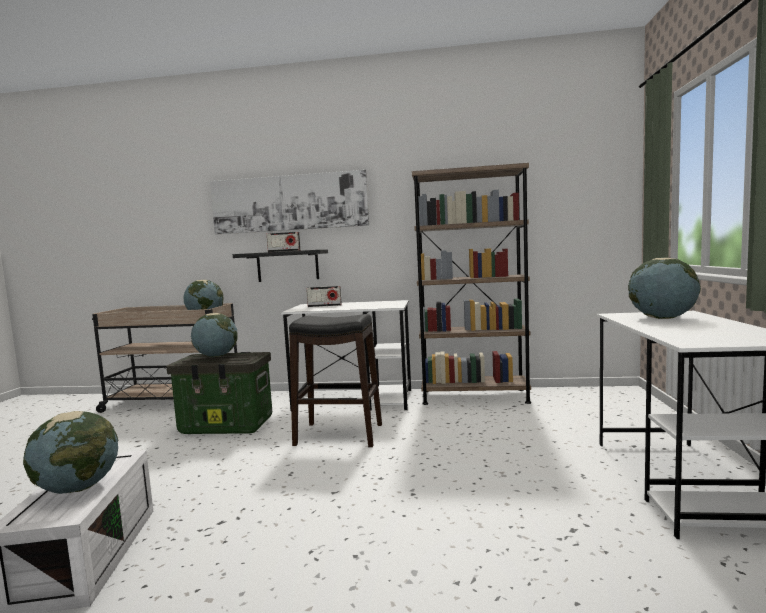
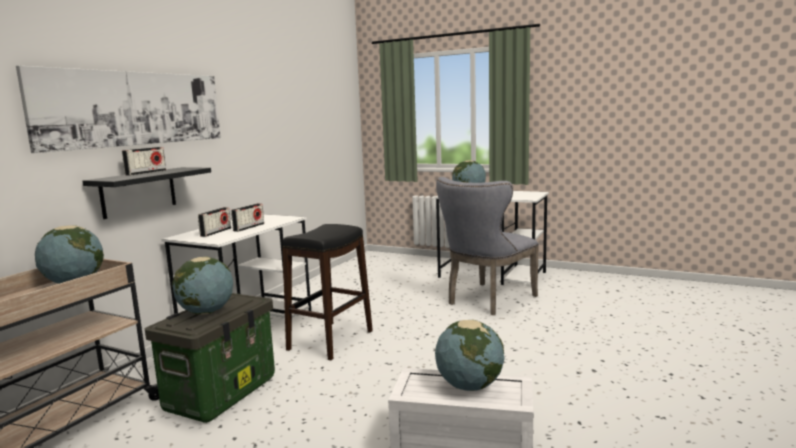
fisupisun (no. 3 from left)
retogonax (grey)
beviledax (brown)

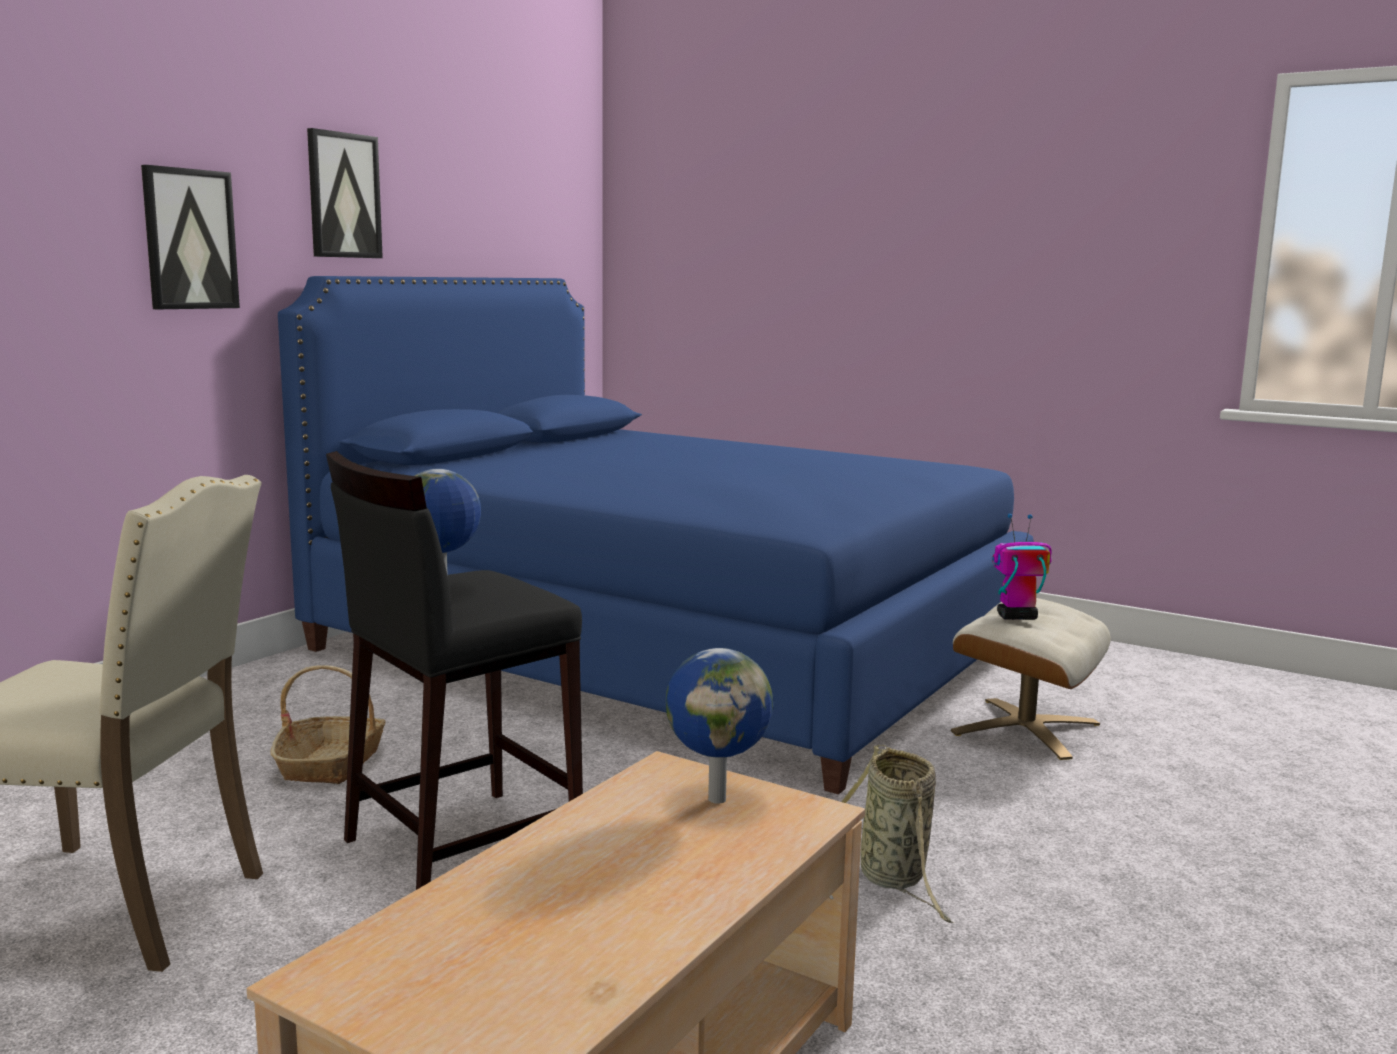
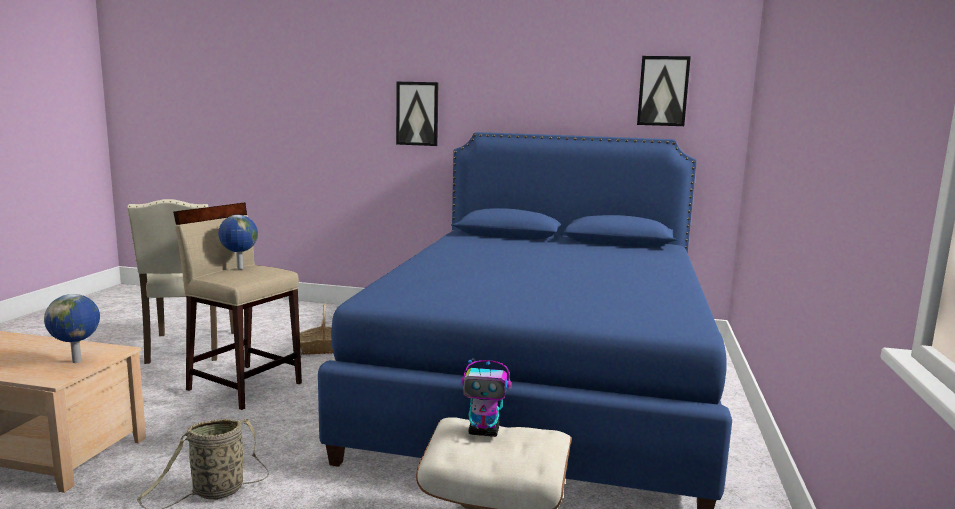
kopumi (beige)
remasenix
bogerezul (no. 2 from left)

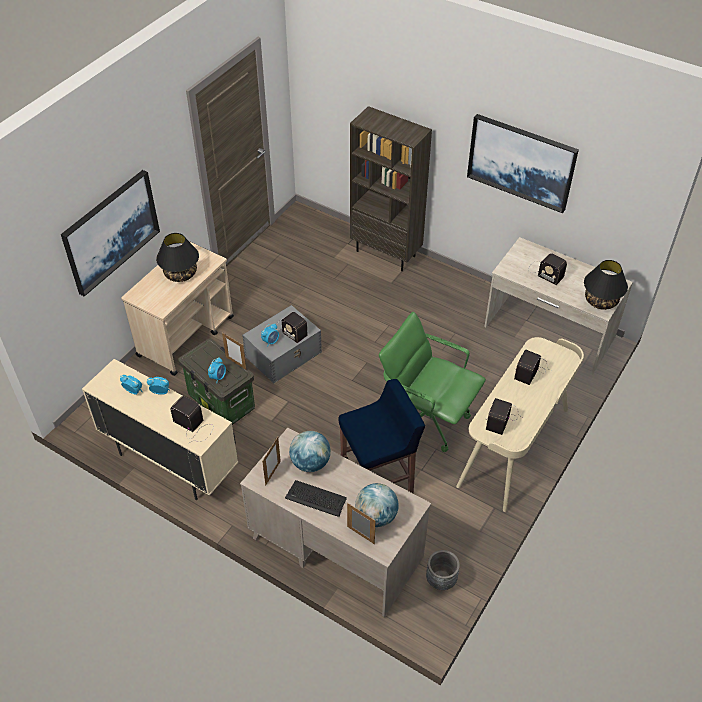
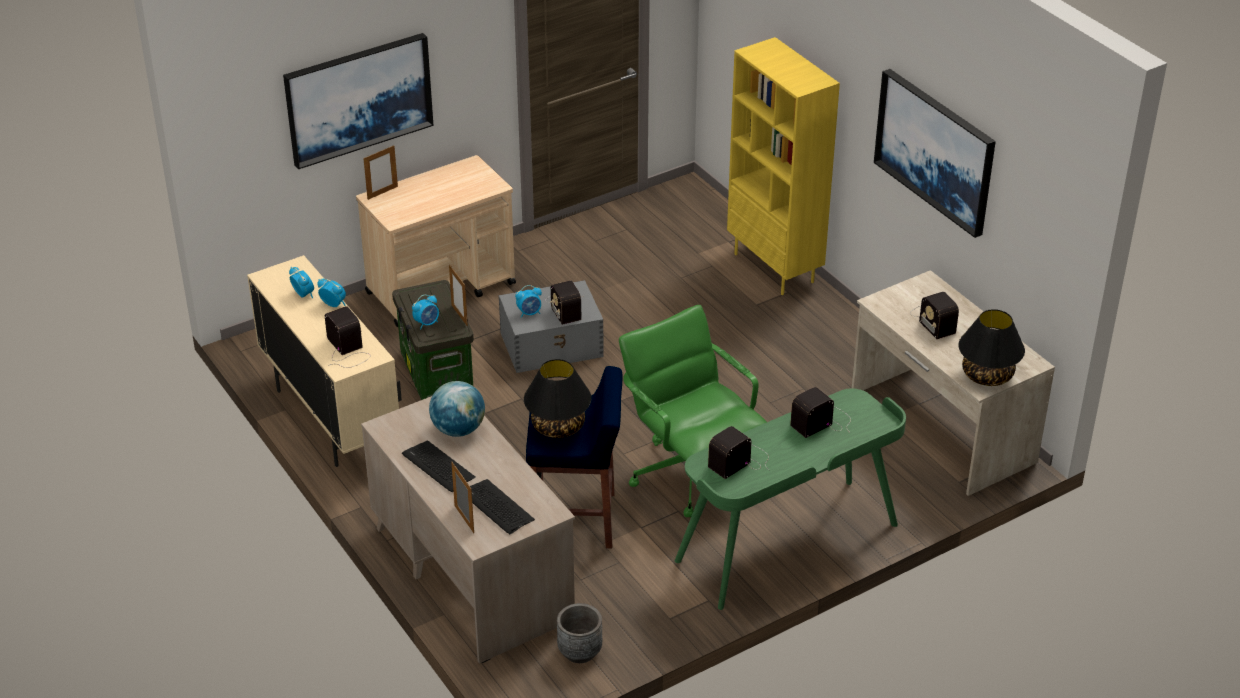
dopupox (no. 1 from left)
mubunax (no. 2 from left)
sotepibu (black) (no. 1 from left)
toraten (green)
beviledax (yellow)

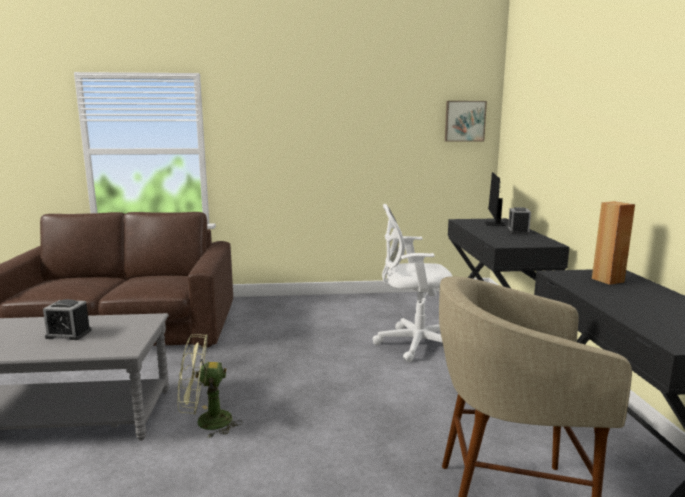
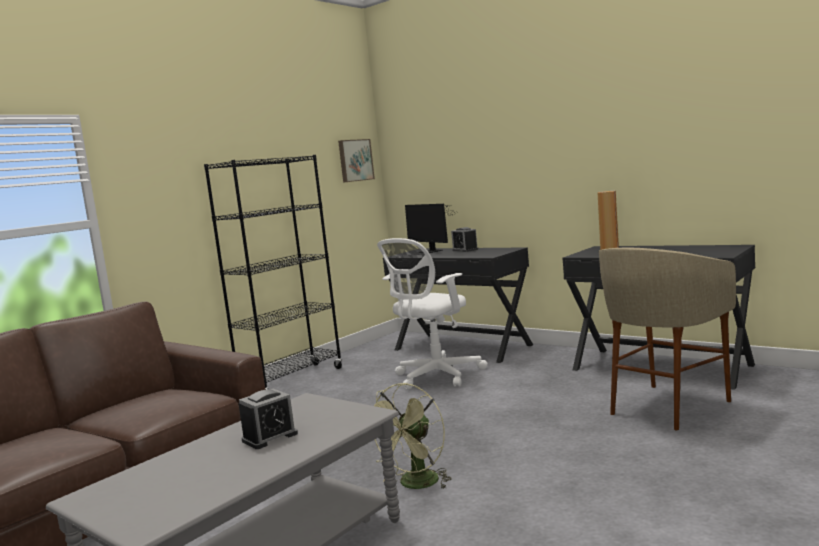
beviledax (black)

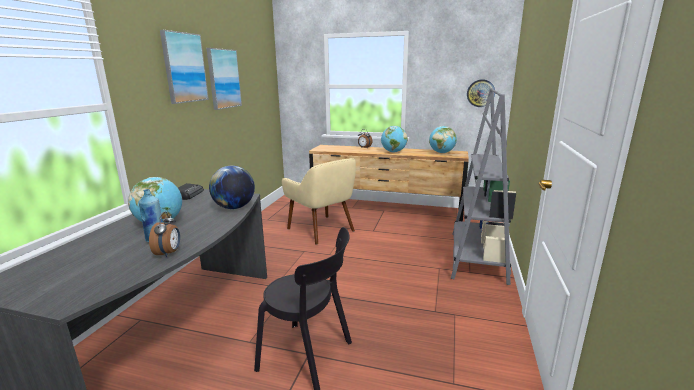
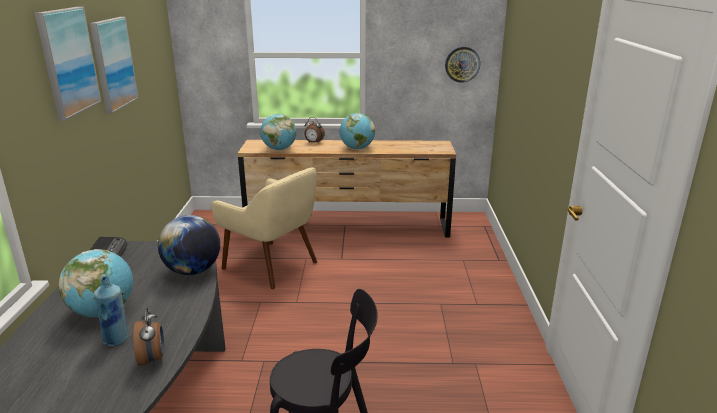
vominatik (no. 3 from left)
beviledax (grey)

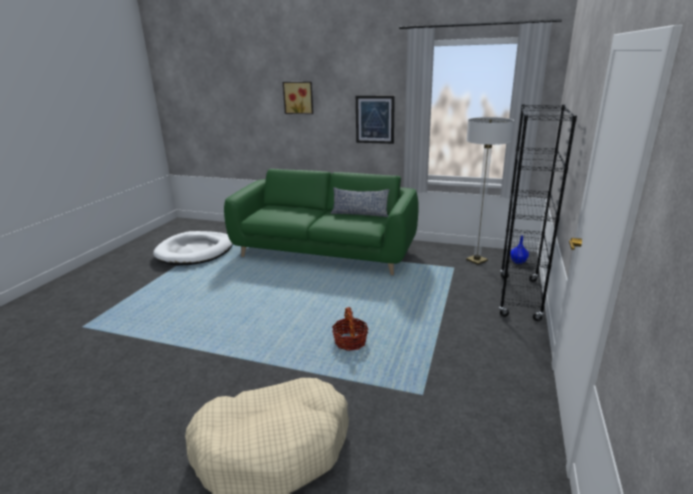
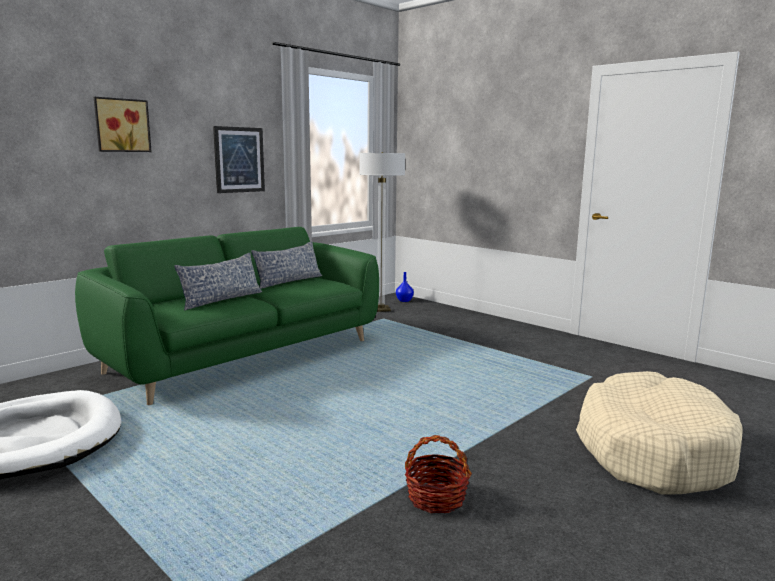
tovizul (no. 1 from left)
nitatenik
beviledax (black)

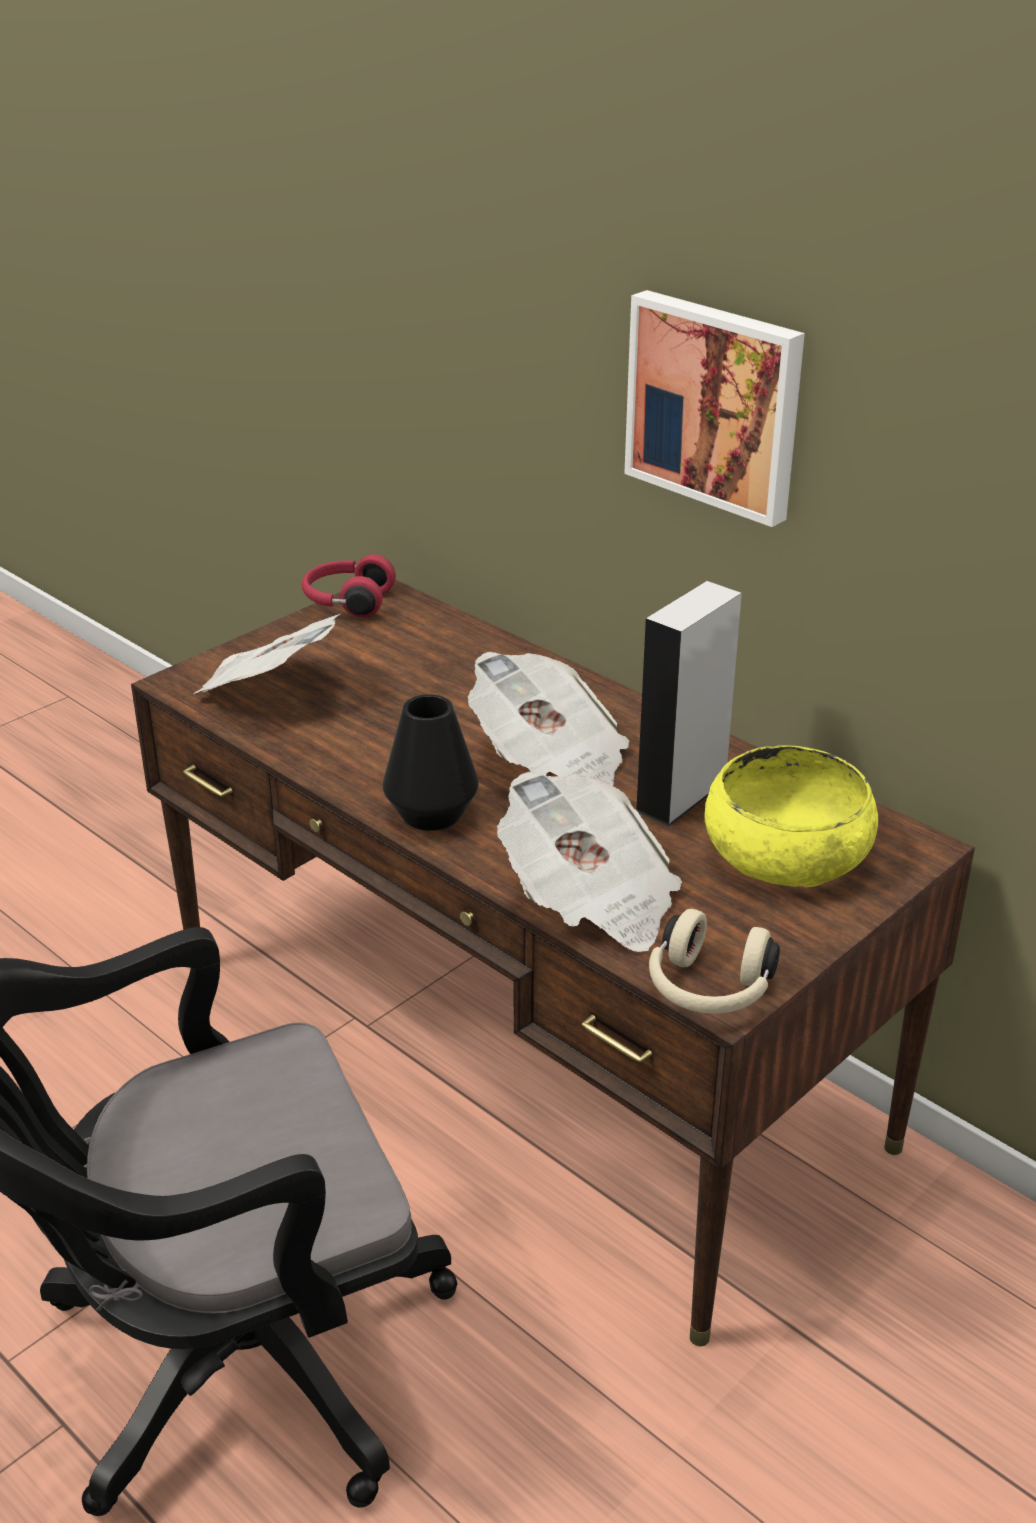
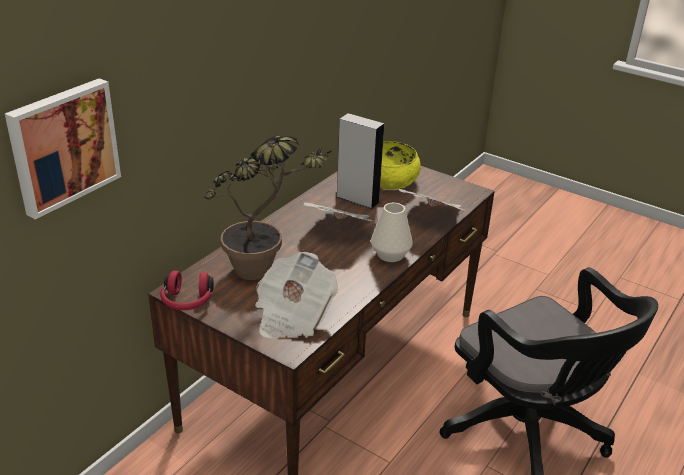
bogerezul
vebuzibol
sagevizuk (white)
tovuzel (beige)

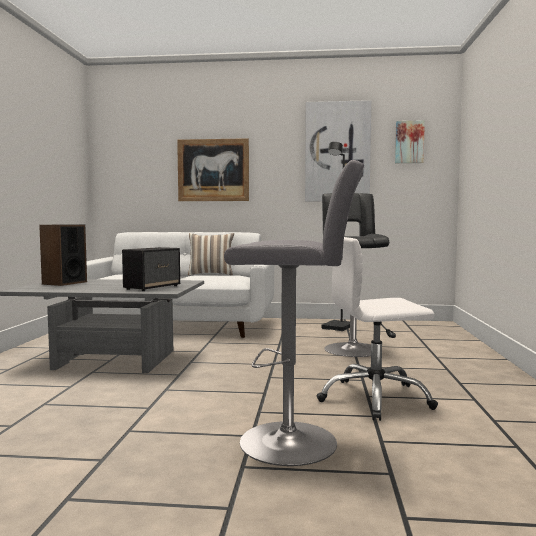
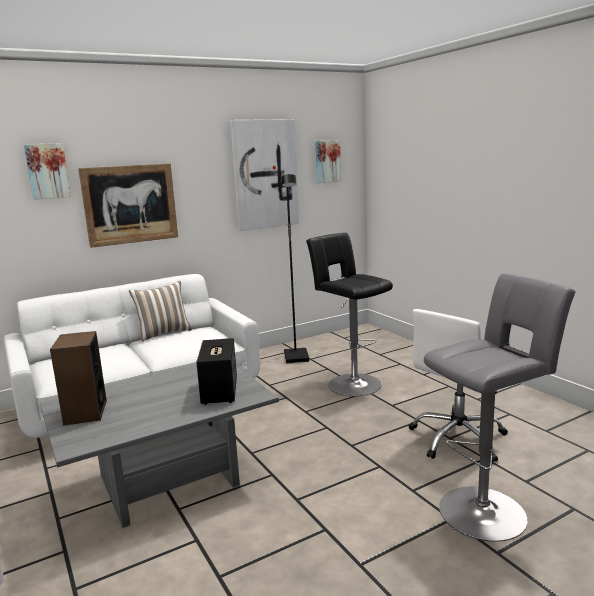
bogerezul (no. 1 from left)

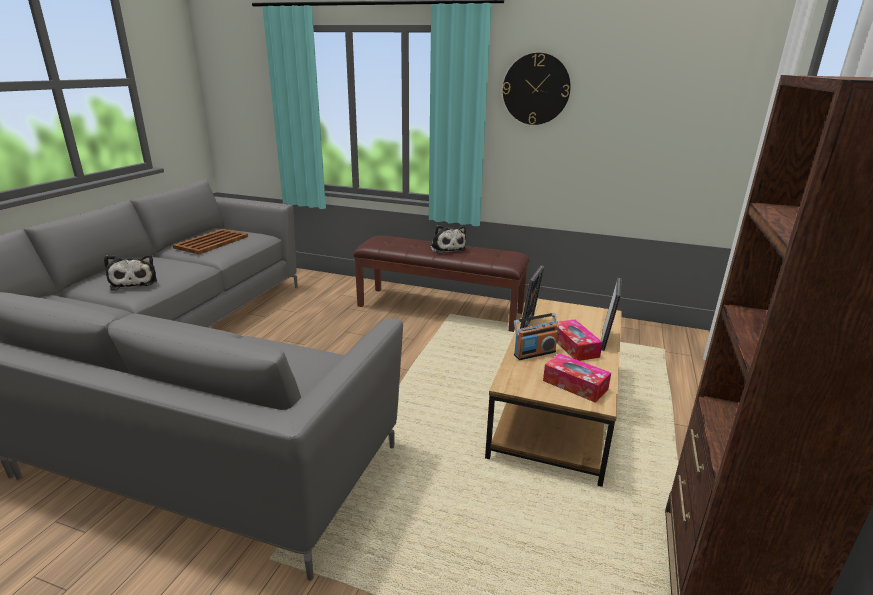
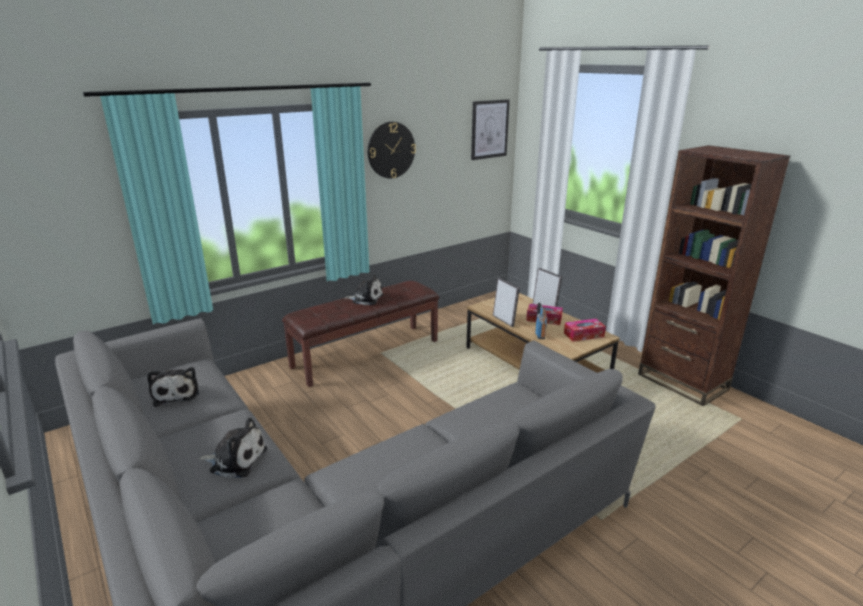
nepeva (no. 1 from left)
bogerezul

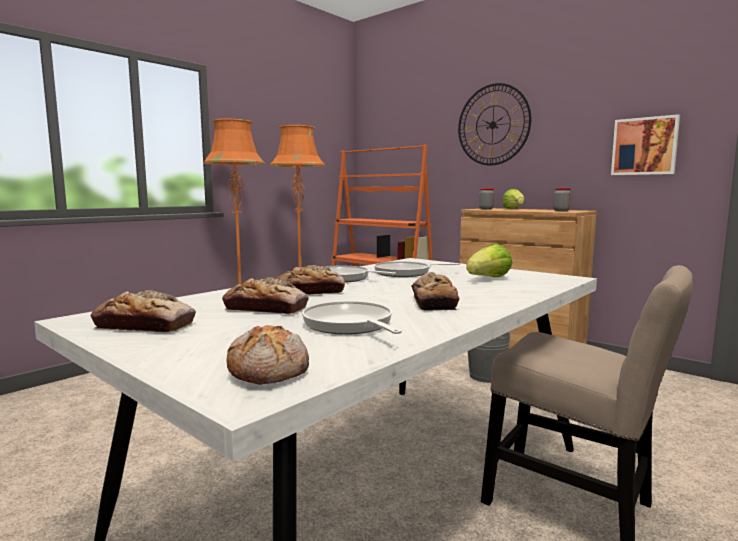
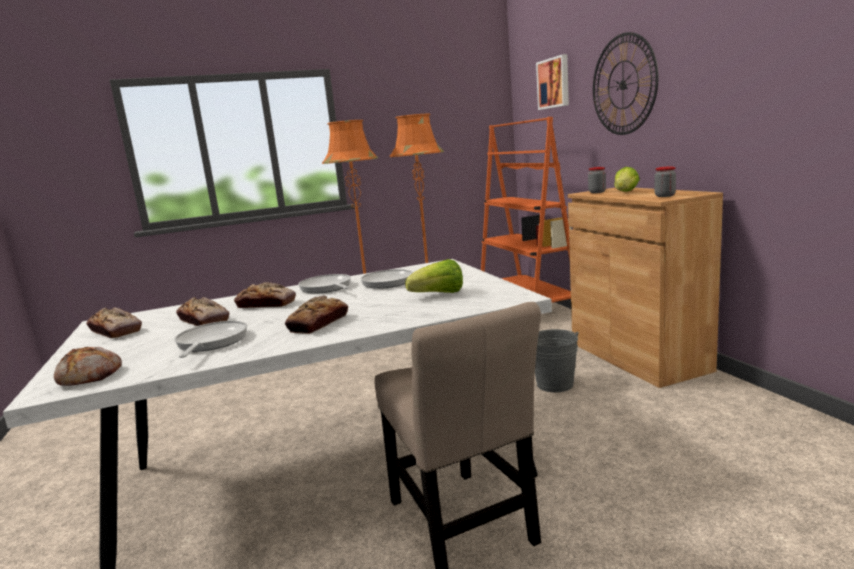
bogerezul

